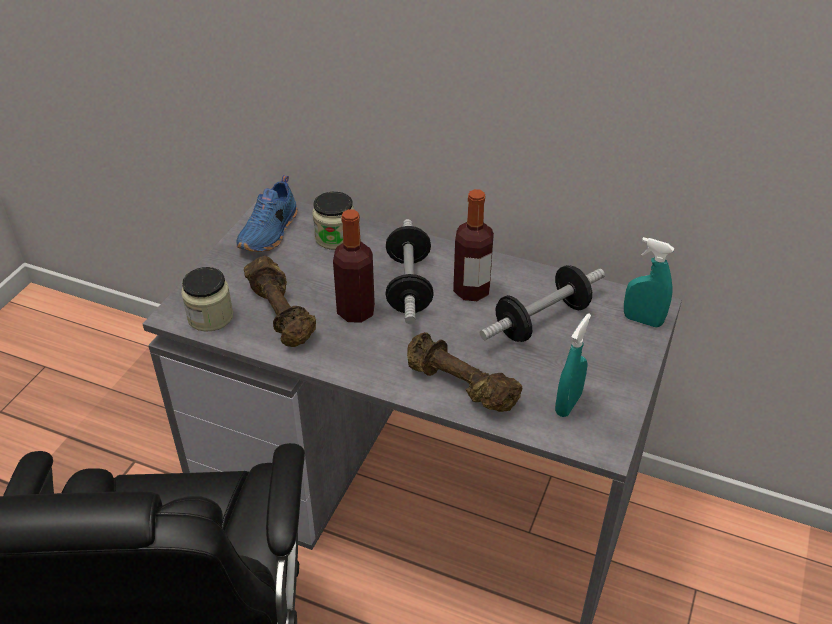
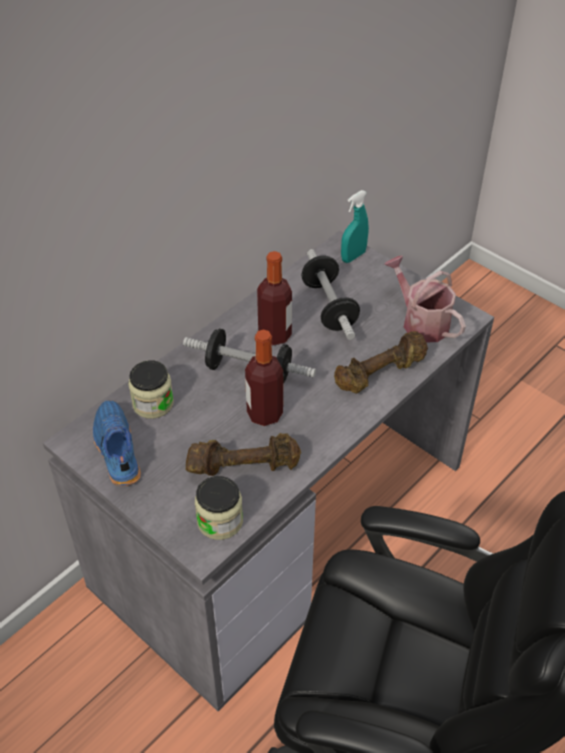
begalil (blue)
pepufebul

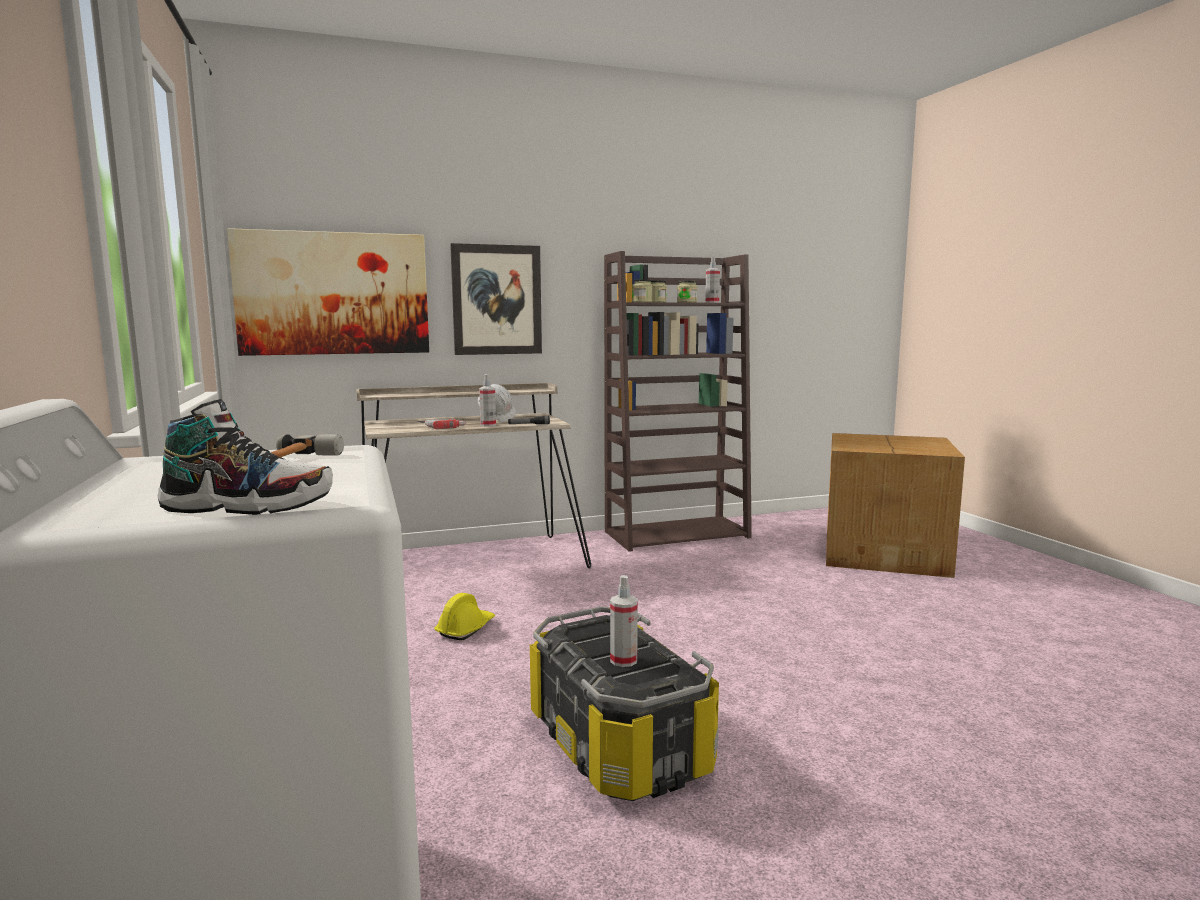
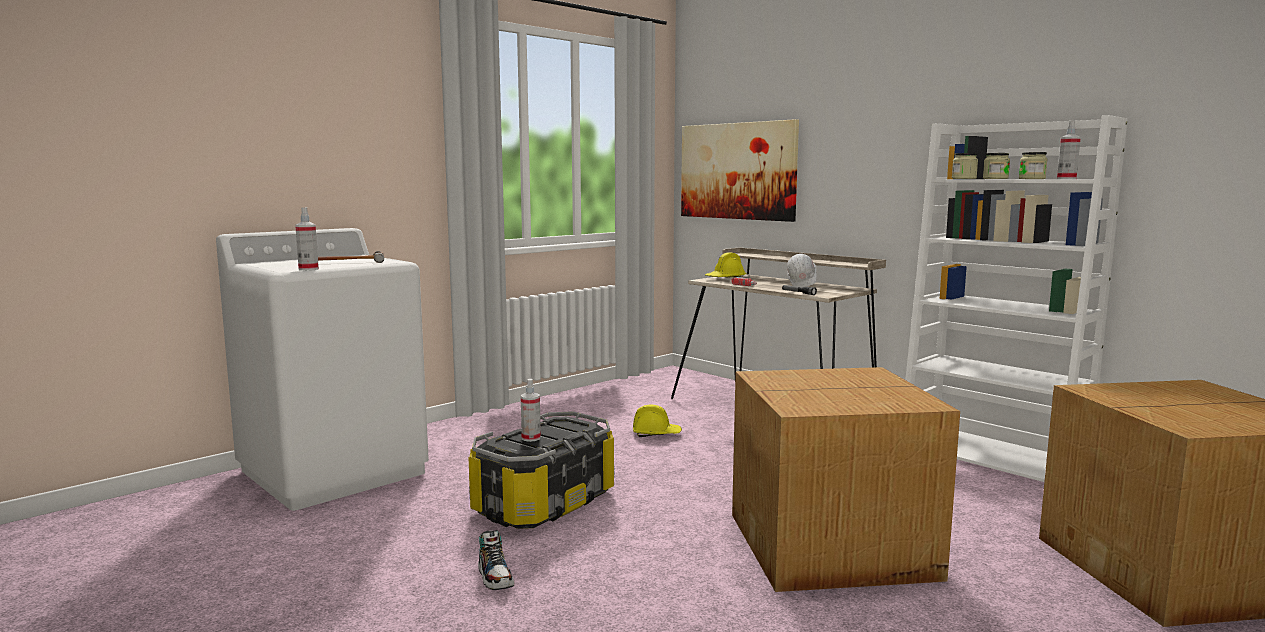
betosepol (no. 1 from left)
begalil
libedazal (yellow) (no. 2 from left)
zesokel (no. 1 from left)
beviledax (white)
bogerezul (no. 2 from left in the first image)

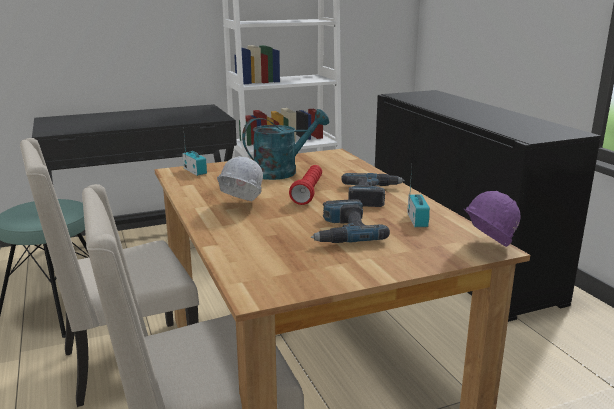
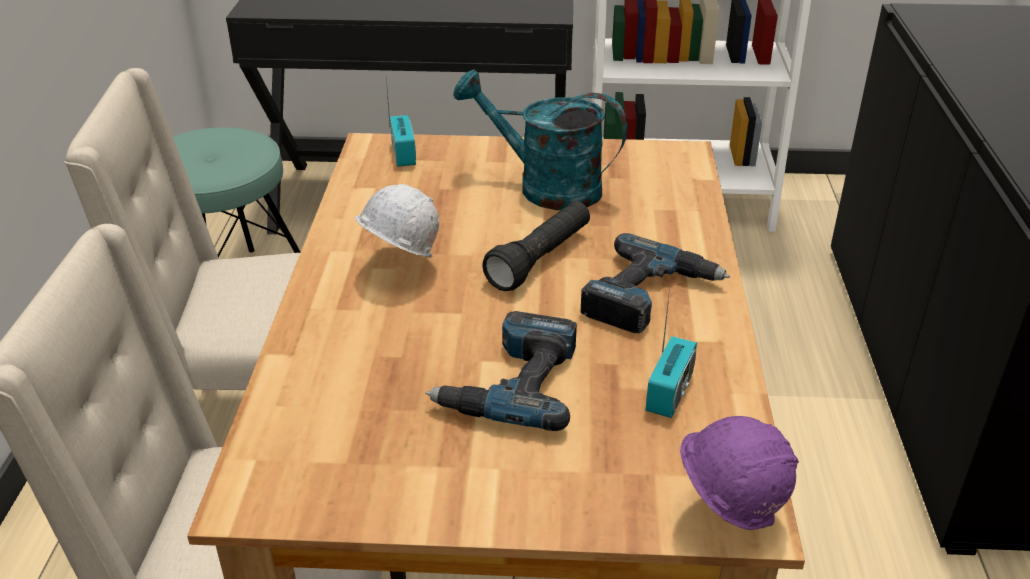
pepufebul (turquoise)
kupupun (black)

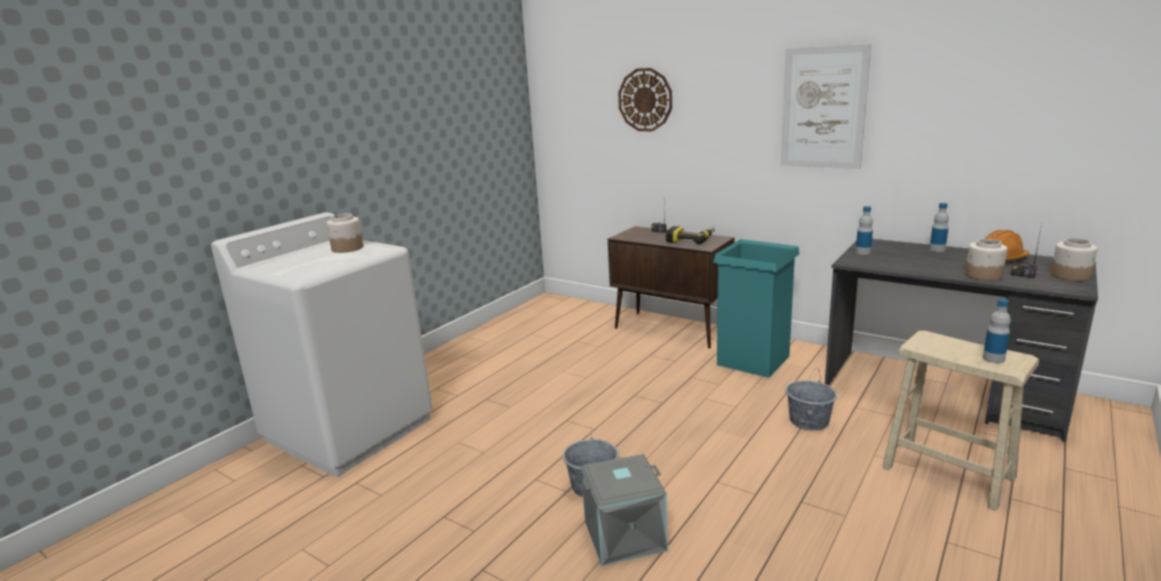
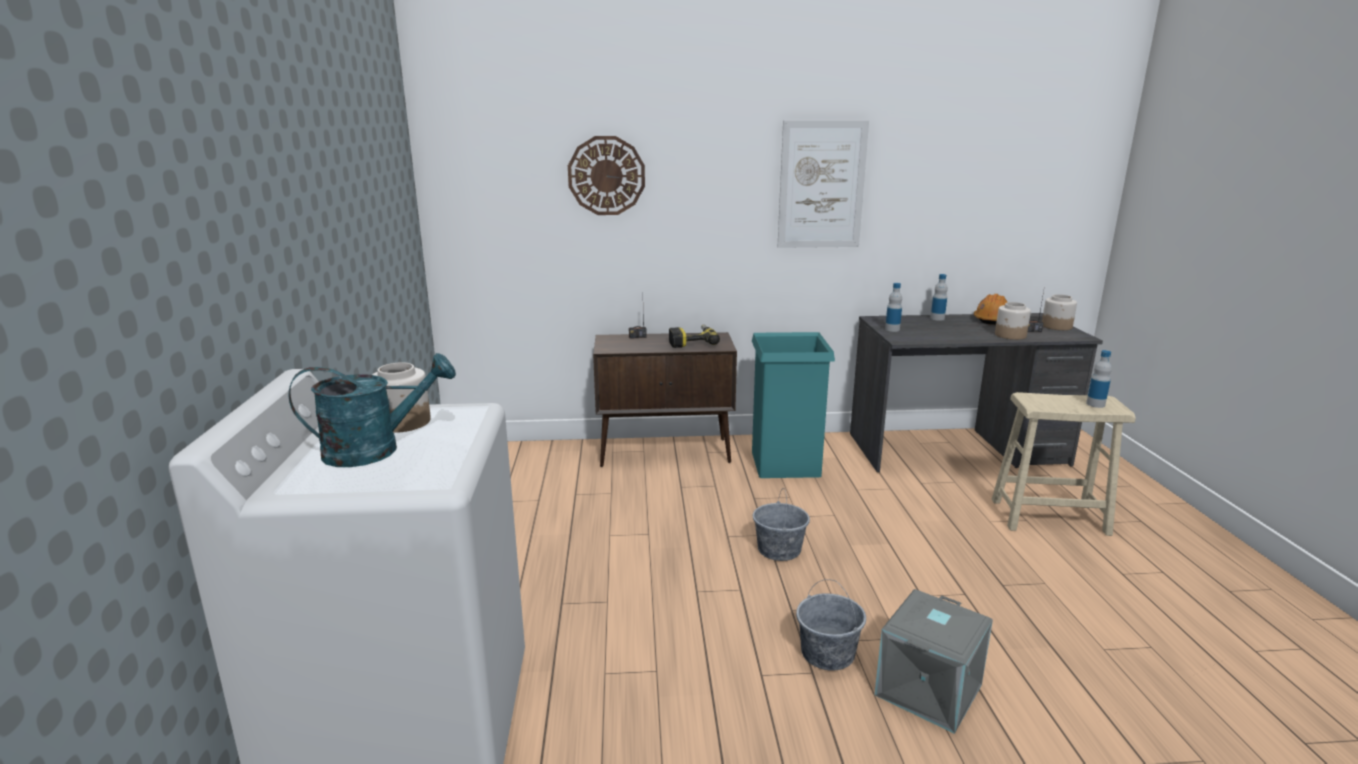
pepufebul (turquoise)
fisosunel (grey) (no. 1 from left)

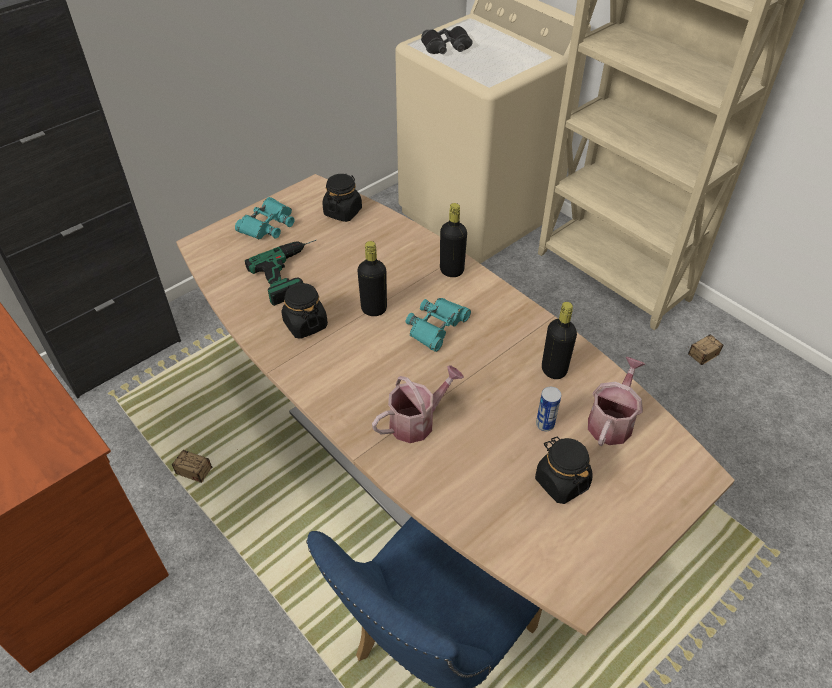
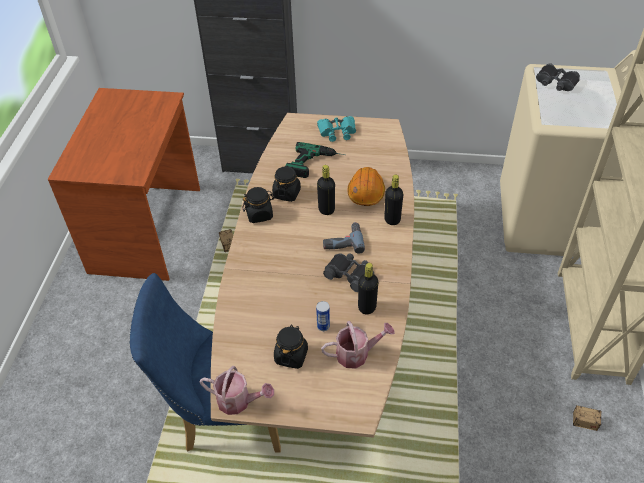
pepufebul (no. 1 from left)
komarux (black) (no. 1 from left)
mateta (no. 2 from left)
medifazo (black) (no. 1 from left)
libedazal (orange)

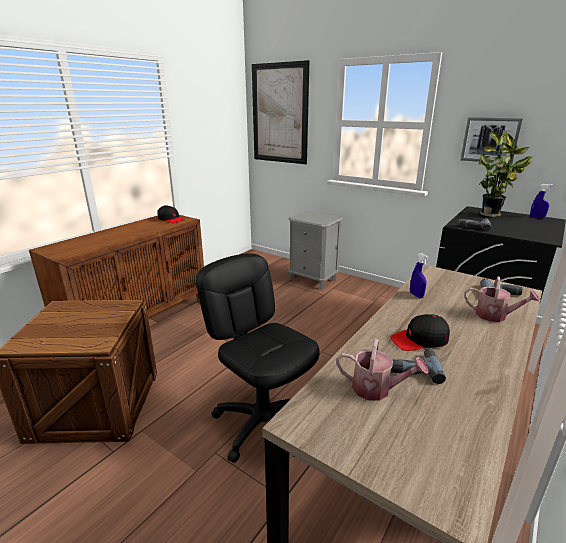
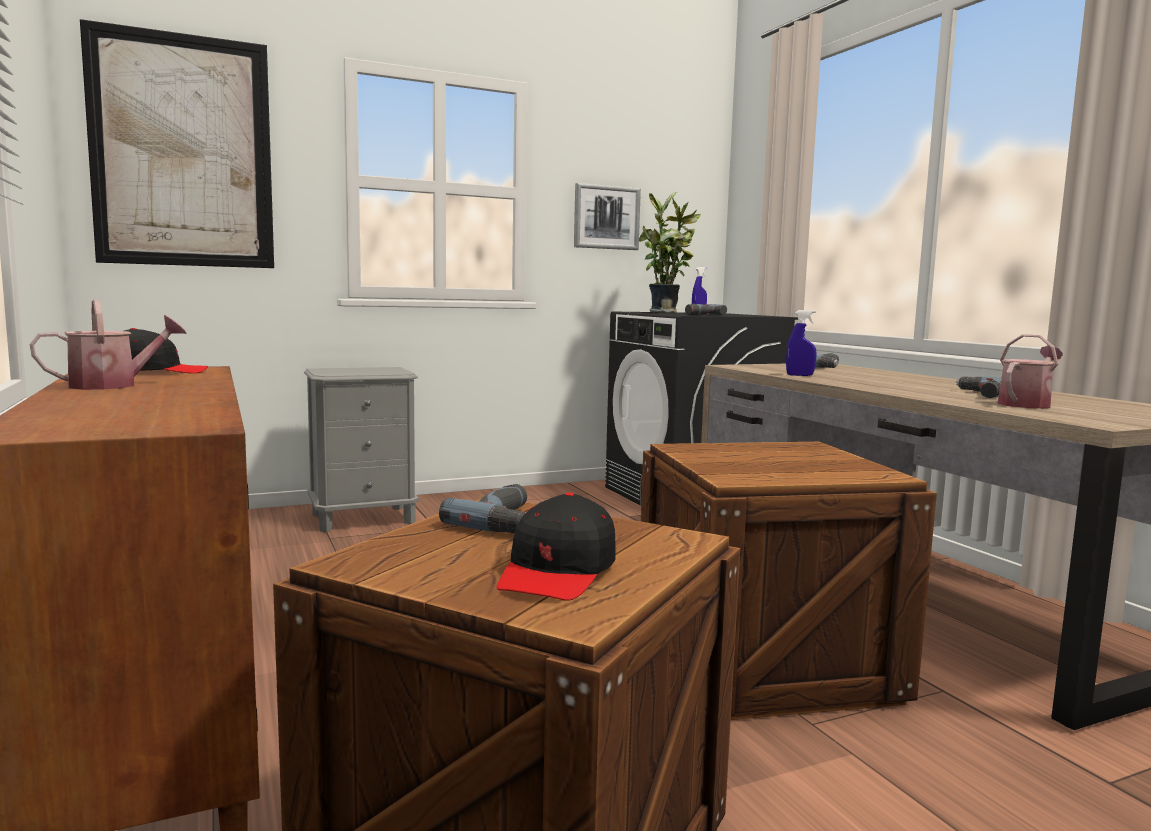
pepufebul (no. 1 from left)
mateta (no. 1 from left)
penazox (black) (no. 2 from left)
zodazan (no. 2 from left)

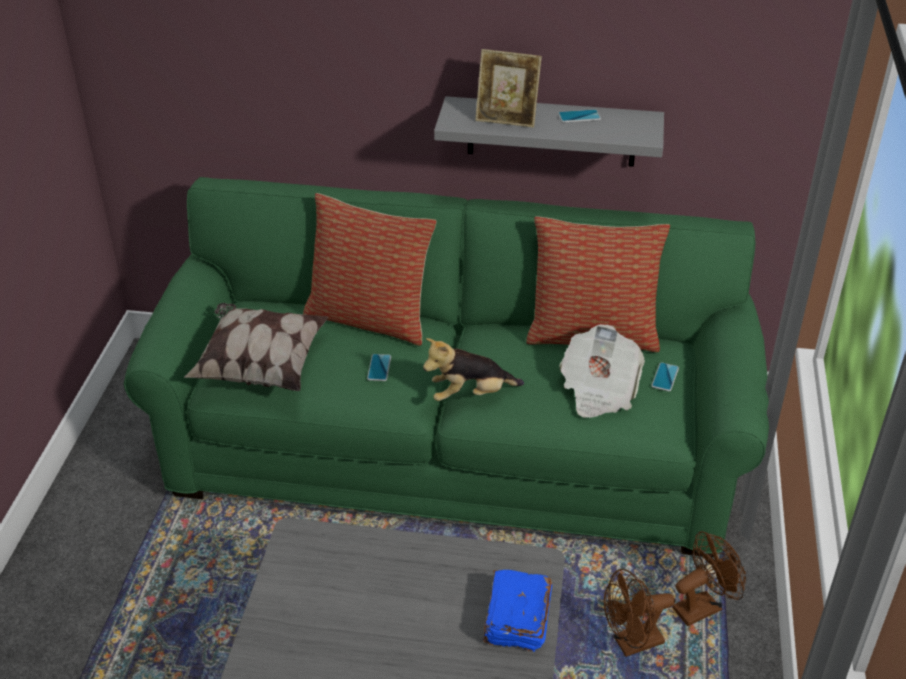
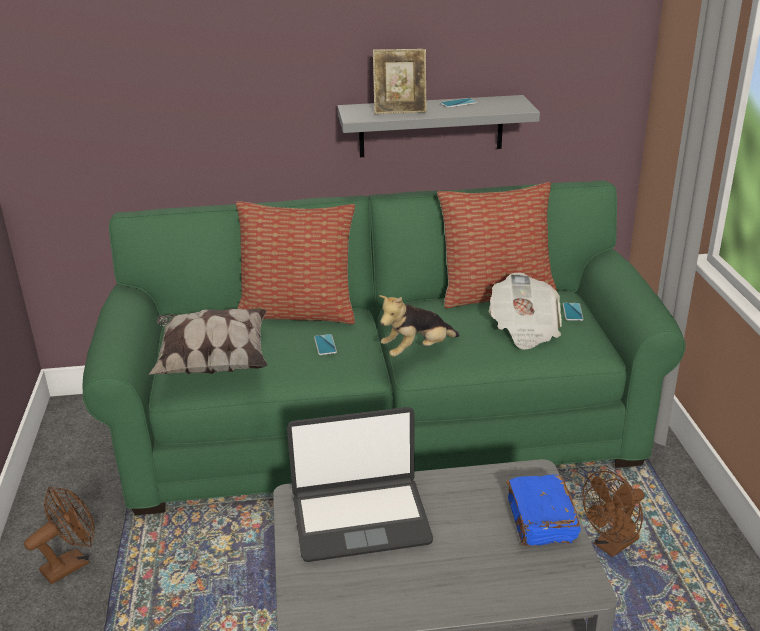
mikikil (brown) (no. 1 from left)
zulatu

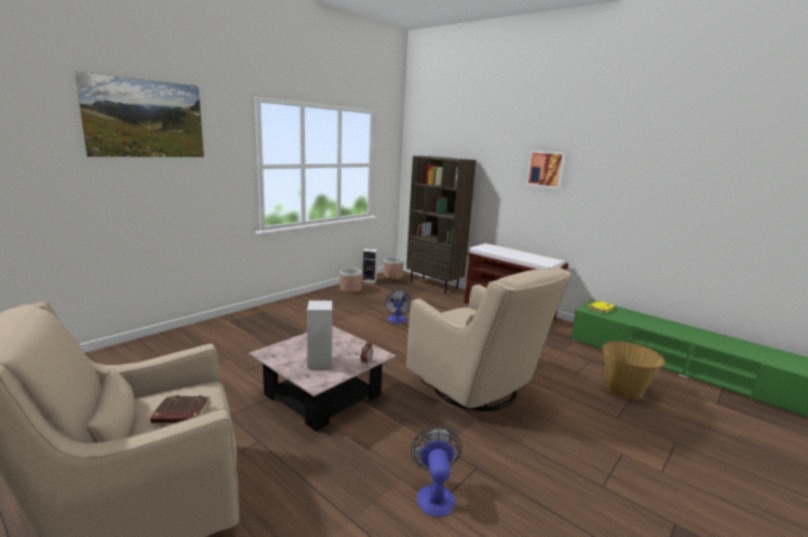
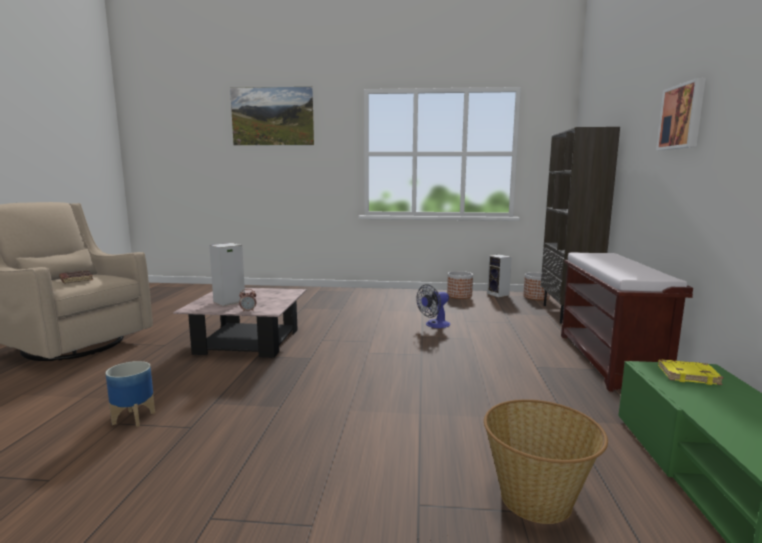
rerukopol (no. 1 from left)
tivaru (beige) (no. 2 from left in the first image)

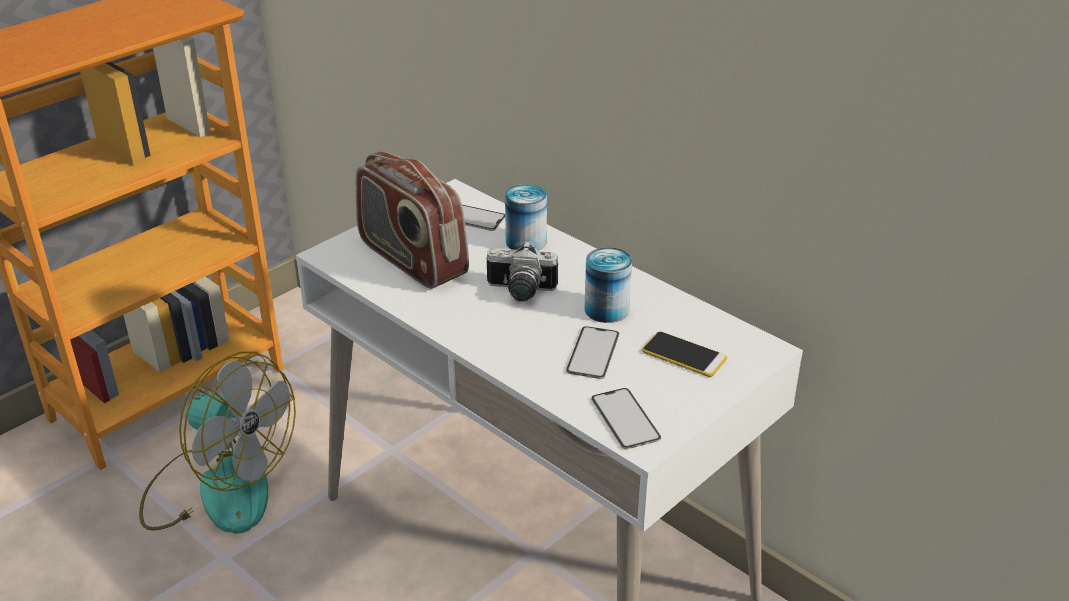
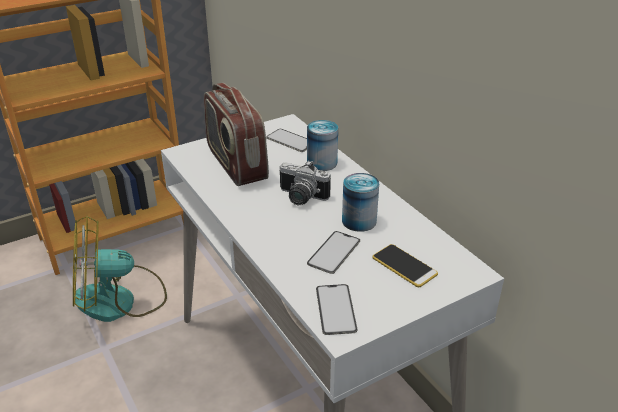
mikikil

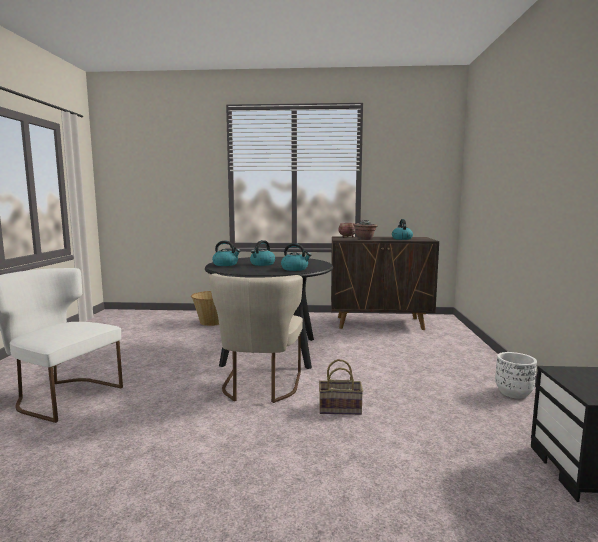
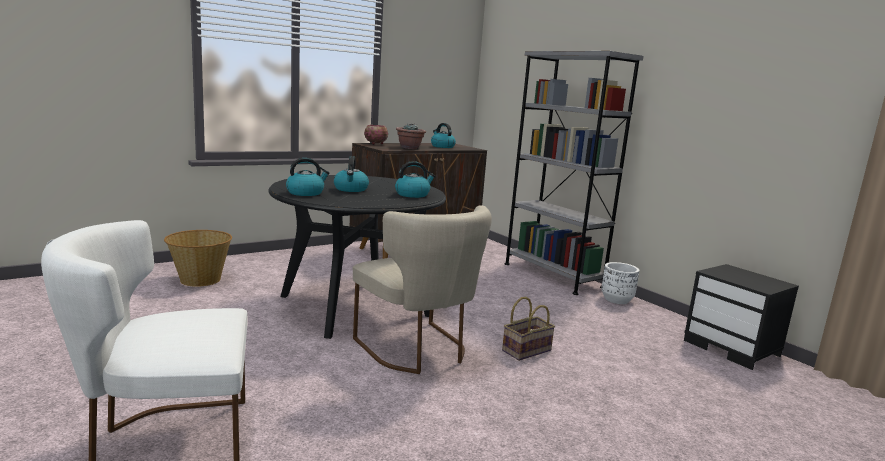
beviledax (grey)

